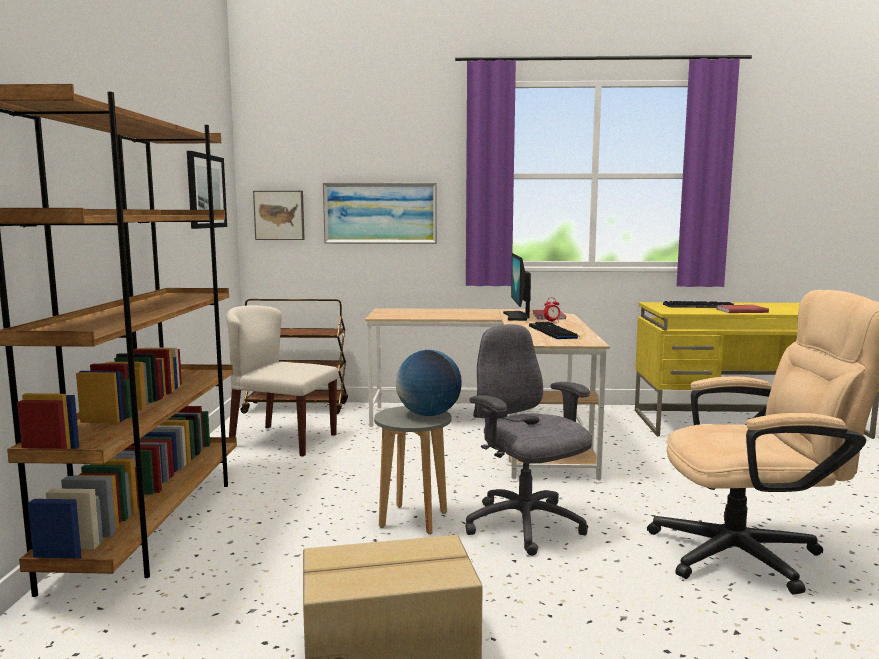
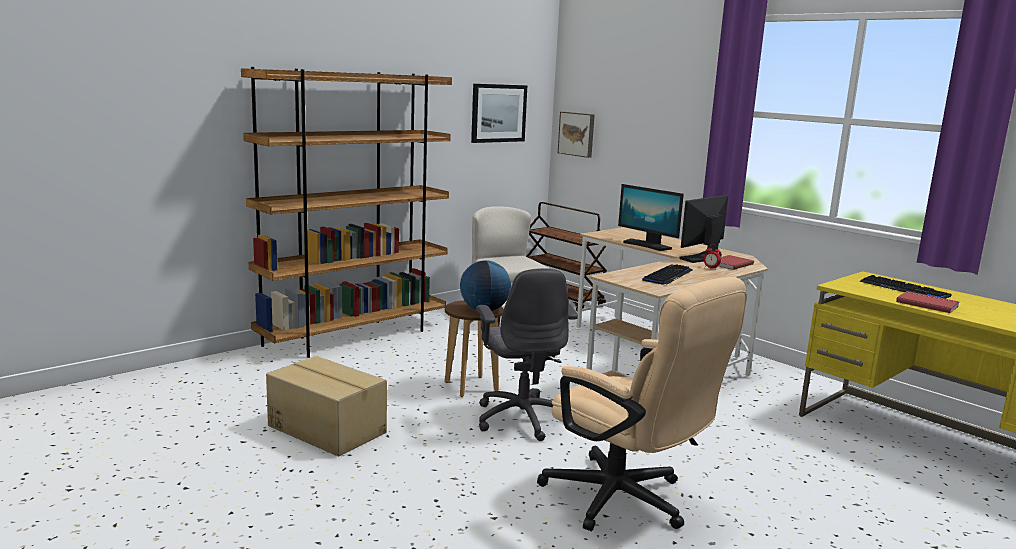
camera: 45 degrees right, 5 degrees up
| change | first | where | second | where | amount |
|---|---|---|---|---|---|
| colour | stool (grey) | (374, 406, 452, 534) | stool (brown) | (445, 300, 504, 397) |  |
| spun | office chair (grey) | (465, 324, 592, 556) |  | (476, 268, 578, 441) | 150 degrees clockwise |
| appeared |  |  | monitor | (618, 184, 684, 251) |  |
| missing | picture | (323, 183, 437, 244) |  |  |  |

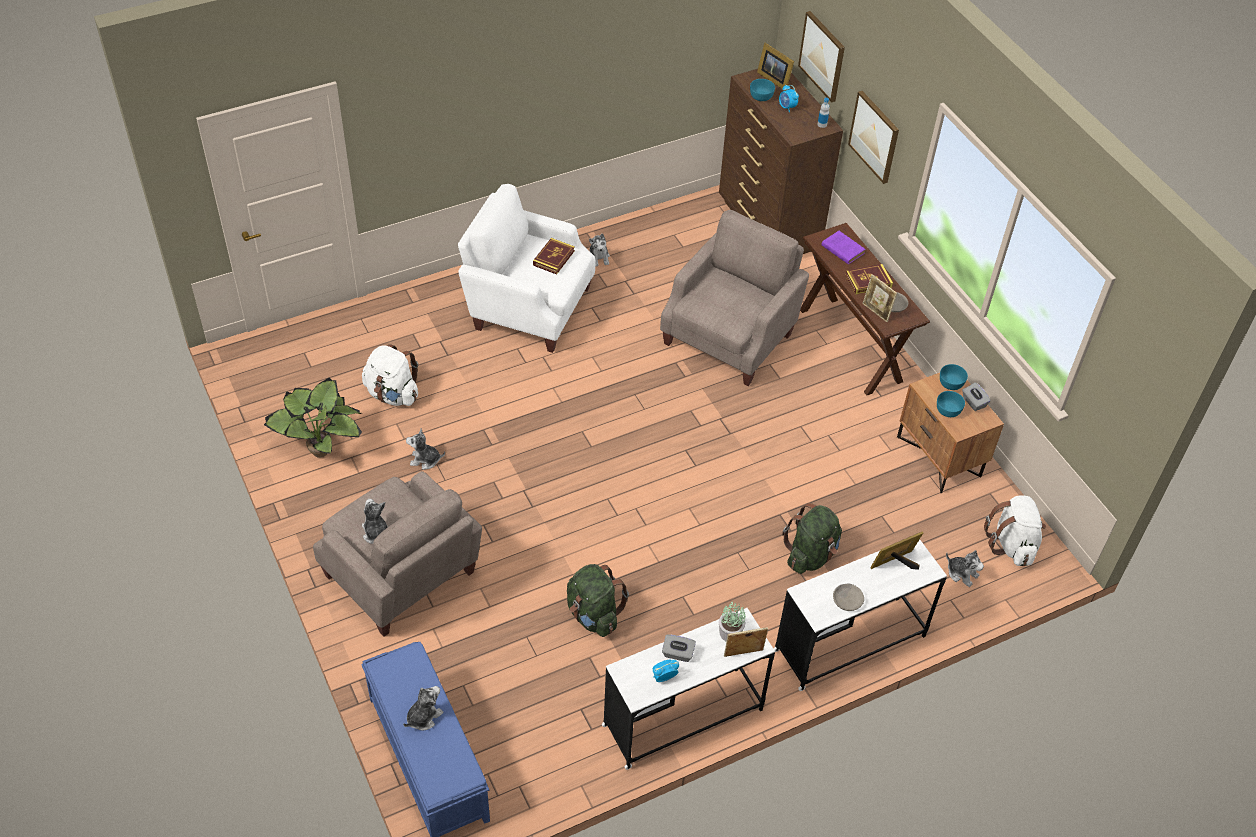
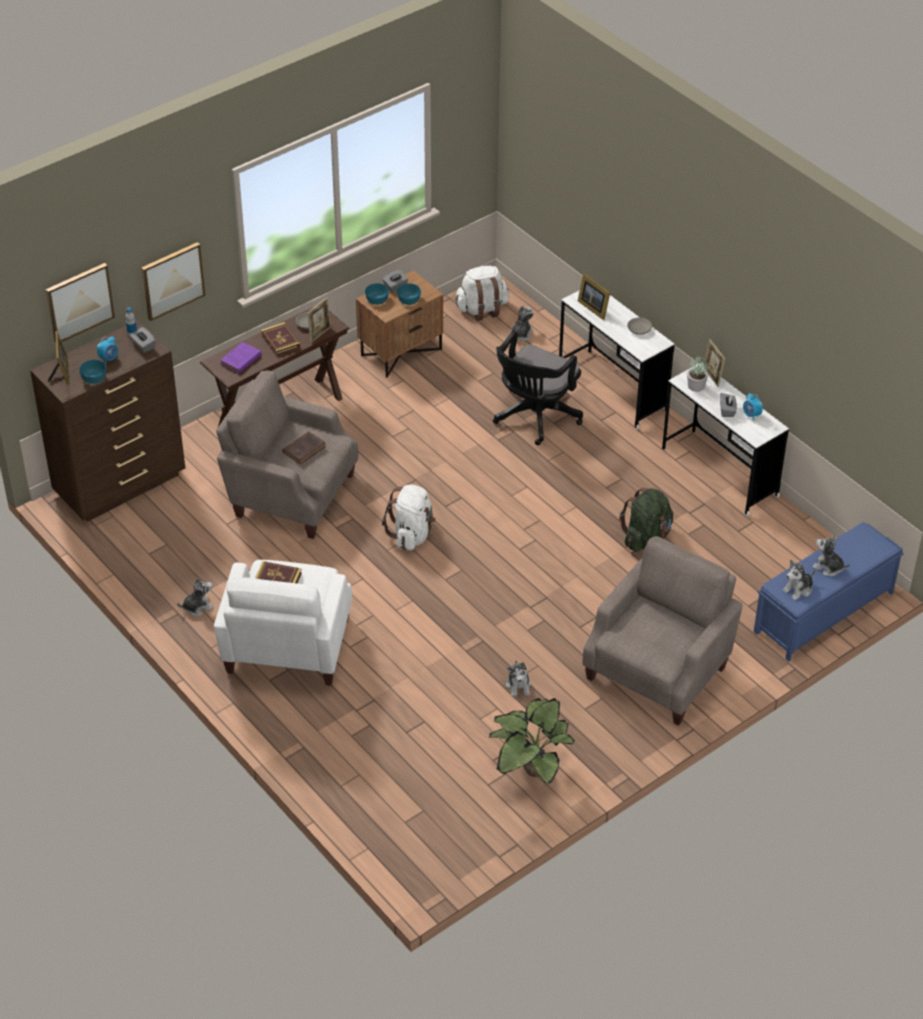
camera: 100 degrees left, 5 degrees down
| change | first | where | second | where | amount |
|---|---|---|---|---|---|
| spun | picture frame | (757, 43, 794, 91) |  | (48, 331, 69, 385) | 45 degrees counterclockwise |
| appeared |  |  | tissue box (grey) | (130, 327, 155, 353) |  |
| appeared |  |  | book (brown) | (283, 431, 326, 465) |  |
| relocated | backpack (white) | (362, 344, 418, 406) |  | (382, 485, 436, 550) |  |
| exchanged | backpack (green) | (782, 503, 842, 574) | office chair (black) | (493, 331, 583, 445) |  |
| relocated | plush toy | (362, 499, 388, 544) |  | (782, 560, 816, 601) |  |

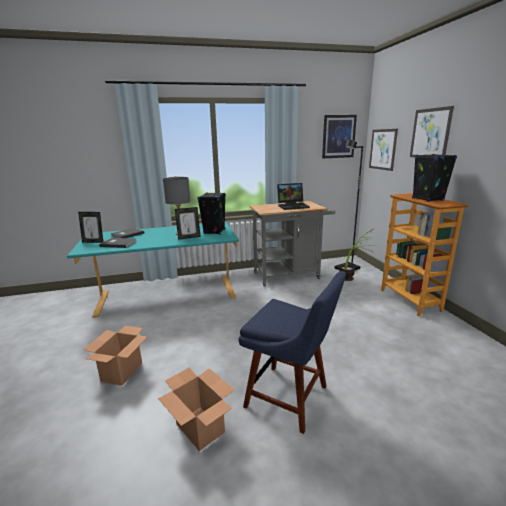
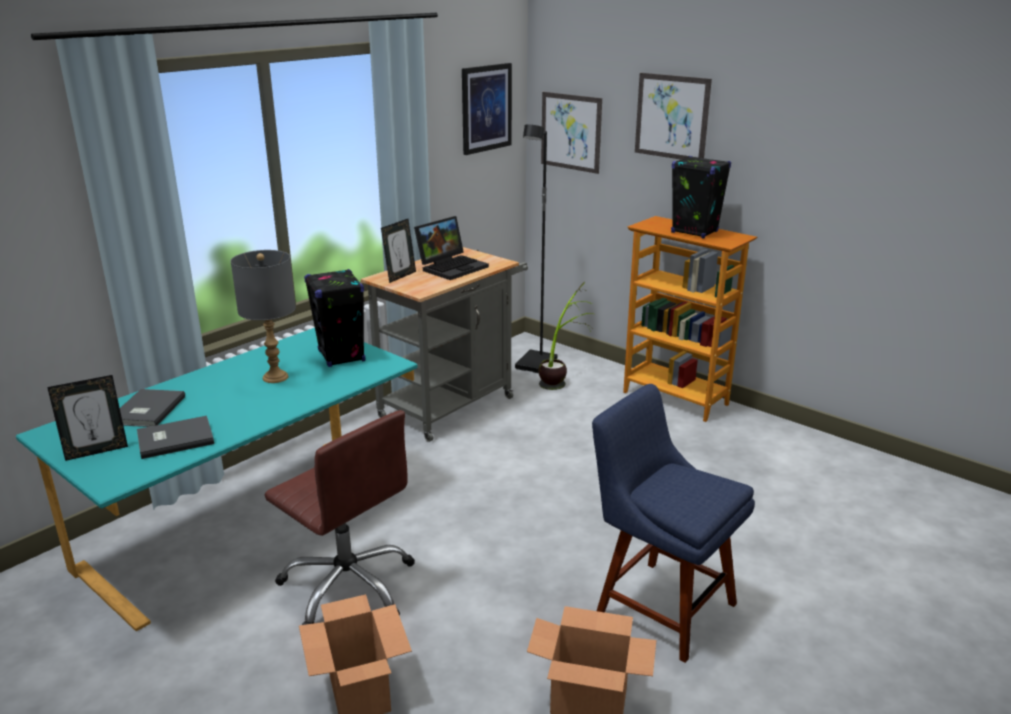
camera: 35 degrees left, 5 degrees up
| change | first | where | second | where | amount |
|---|---|---|---|---|---|
| appeared |  |  | office chair (brown) | (265, 410, 415, 625) |  |
| relocated | picture frame | (175, 207, 201, 240) |  | (381, 219, 416, 283) |  |
| spun | chair (blue) | (238, 271, 346, 434) |  | (592, 384, 755, 663) | 135 degrees counterclockwise |

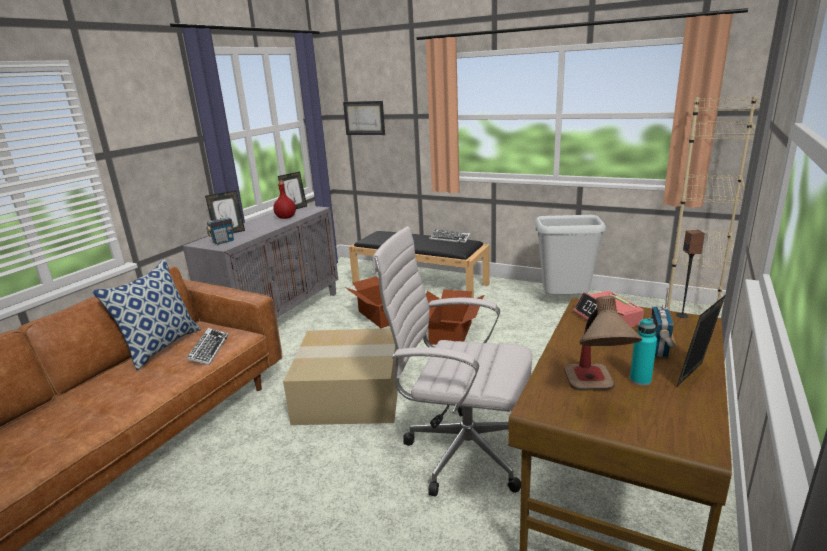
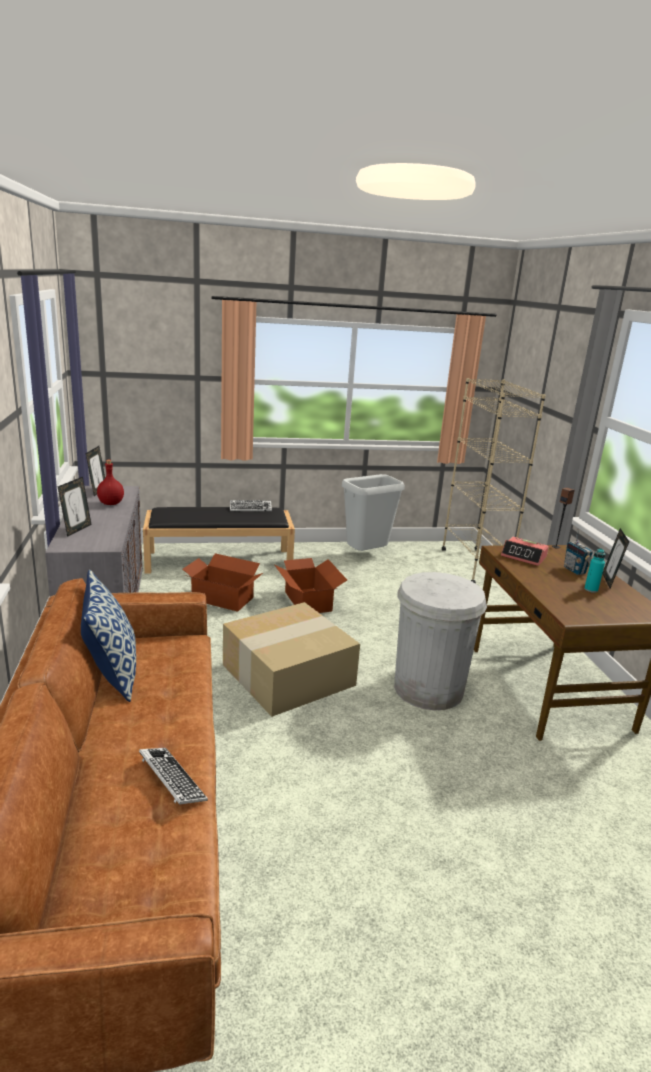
camera: 40 degrees left, 0 degrees up
| change | first | where | second | where | amount |
|---|---|---|---|---|---|
| relocated | keyboard | (186, 328, 228, 365) |  | (139, 748, 208, 805) |  |
| exchanged | office chair (white) | (372, 226, 532, 496) | trash can (white) | (394, 572, 487, 711) |  |
| missing | radio | (206, 209, 234, 245) |  |  |  |
| missing | picture | (343, 101, 385, 135) |  |  |  |
| missing | table lamp | (564, 296, 642, 390) |  |  |  |

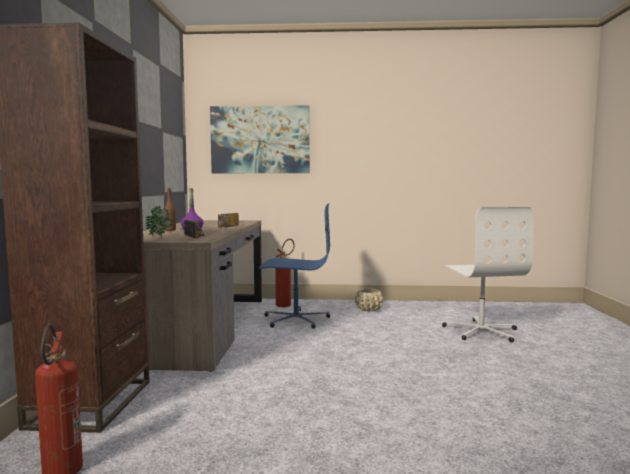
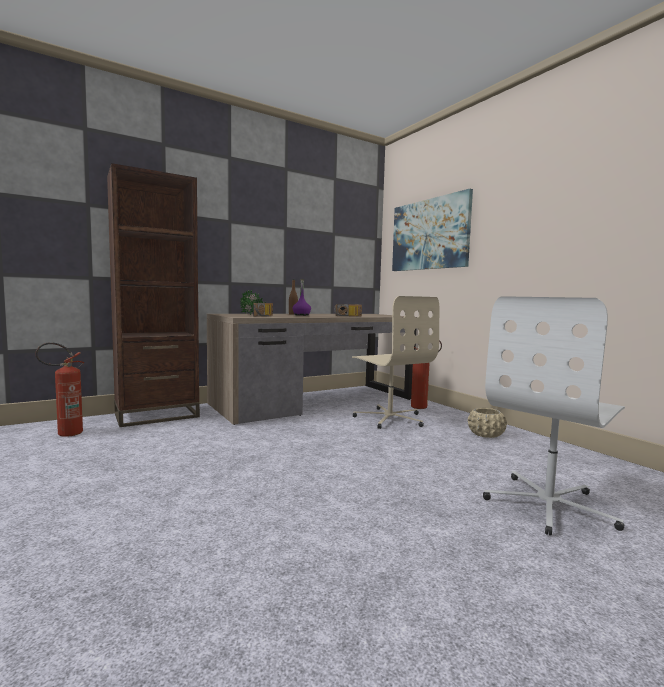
camera: 55 degrees right, 0 degrees up
| change | first | where | second | where | amount |
|---|---|---|---|---|---|
| colour | office chair (blue) | (259, 203, 330, 329) | office chair (beige) | (352, 296, 439, 429) |  |

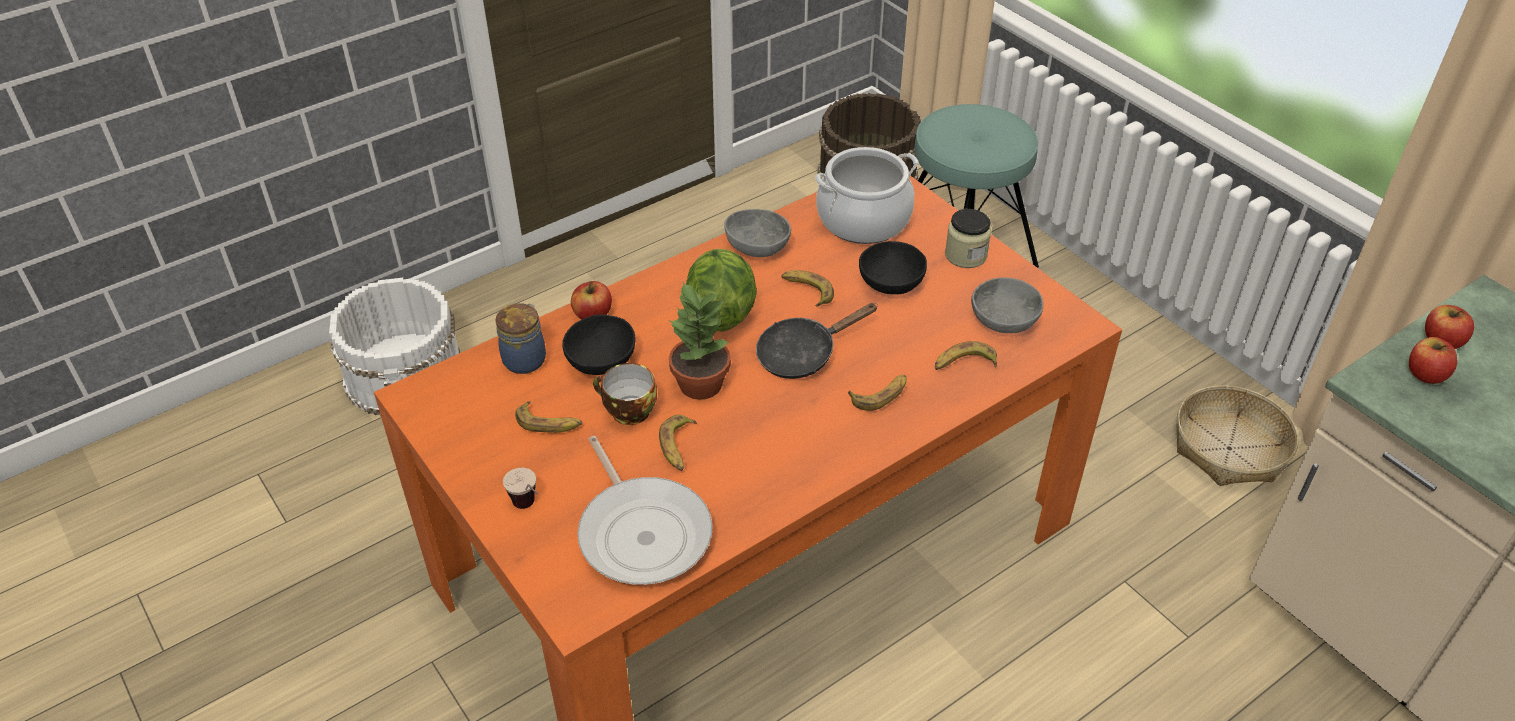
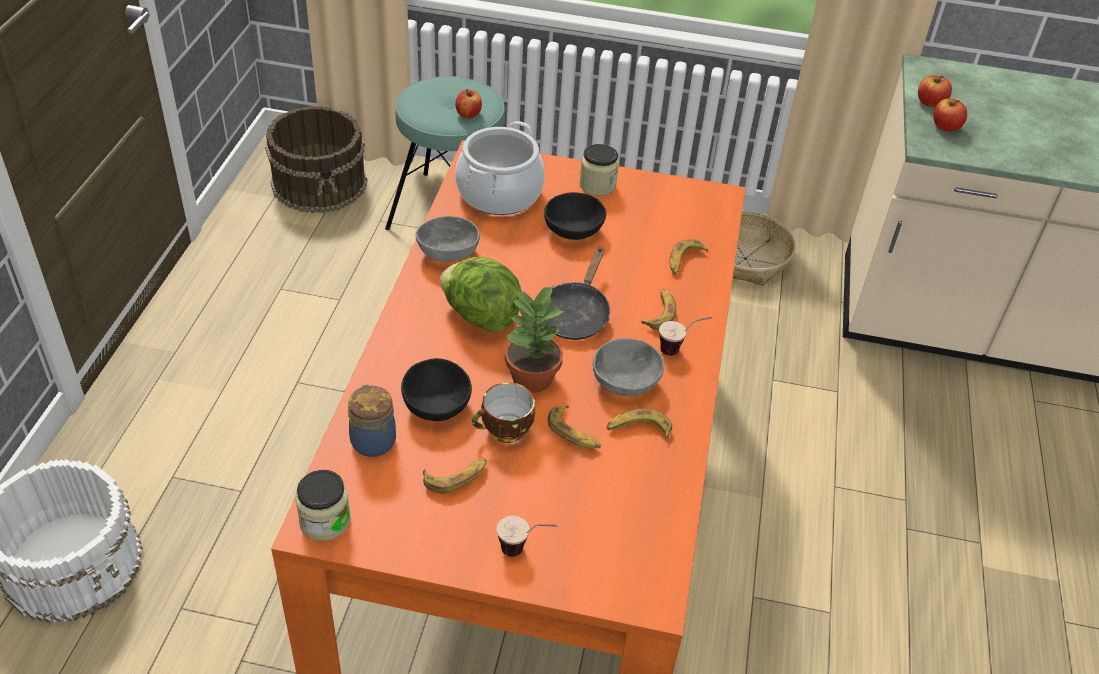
camera: 45 degrees left, 0 degrees up
| change | first | where | second | where | amount |
|---|---|---|---|---|---|
| appeared |  |  | jar | (295, 470, 351, 541) |  |
| relocated | apple | (571, 281, 612, 320) |  | (455, 89, 482, 118) |  |
| relocated | bowl (grey) | (971, 278, 1043, 333) |  | (593, 338, 664, 396) |  |
| relocated | banana | (782, 270, 834, 307) |  | (607, 409, 672, 440) |  |
| appeared |  |  | cup | (659, 317, 712, 356) |  |
| missing | frying pan | (577, 436, 713, 585) |  |  |  |

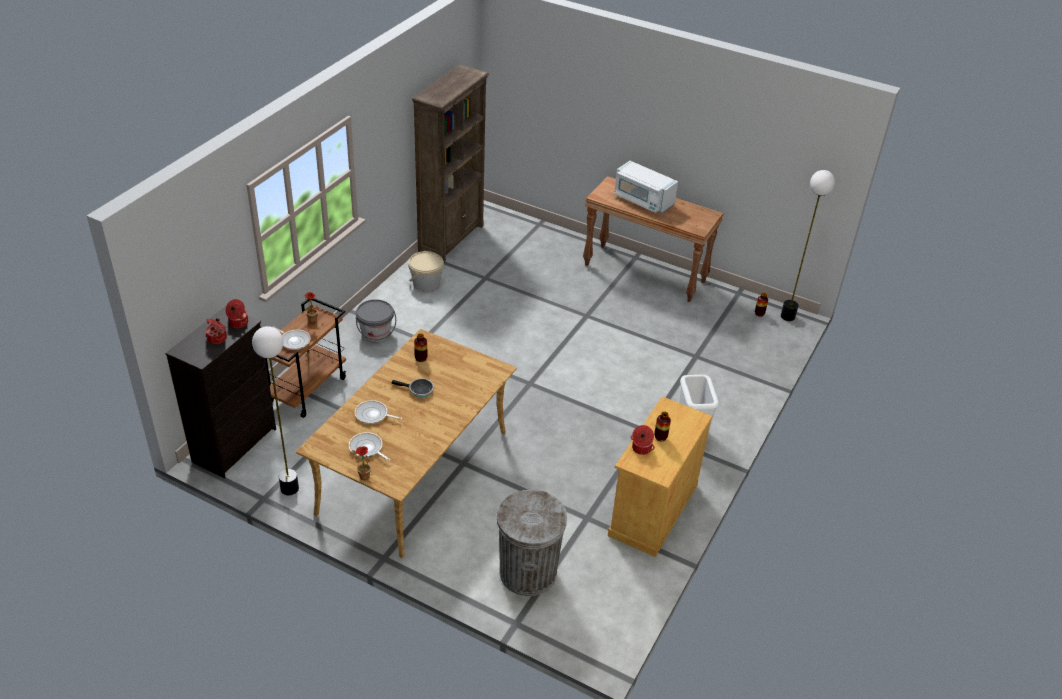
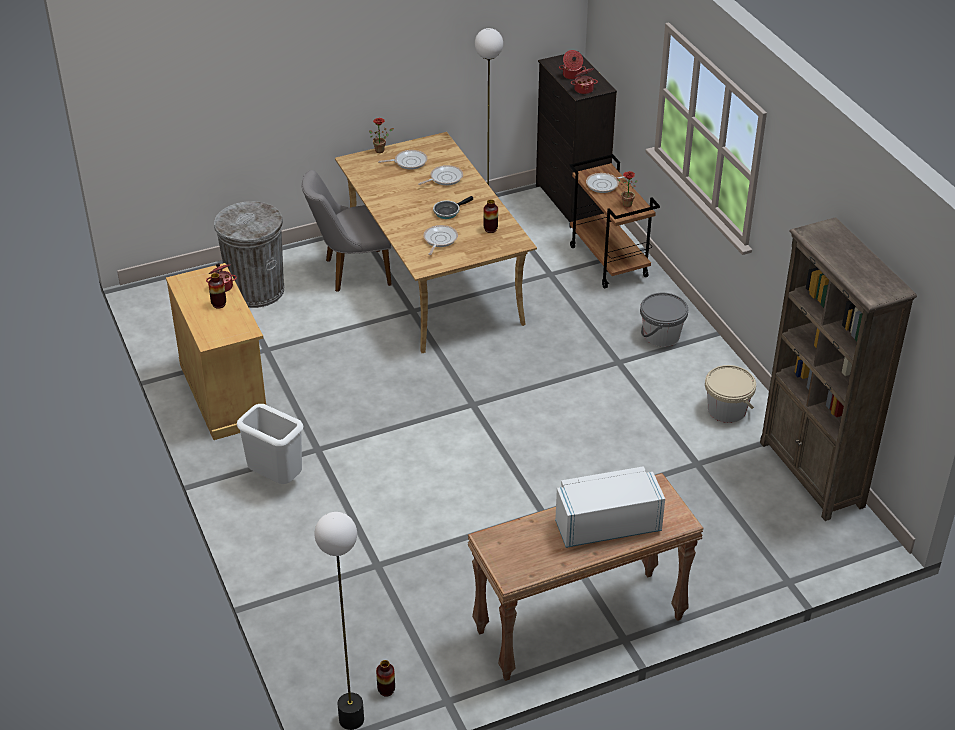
camera: 130 degrees right, 0 degrees up
| change | first | where | second | where | amount |
|---|---|---|---|---|---|
| appeared |  |  | chair (grey) | (301, 170, 392, 292) |  |
| appeared |  |  | frying pan | (423, 225, 458, 255) |  |

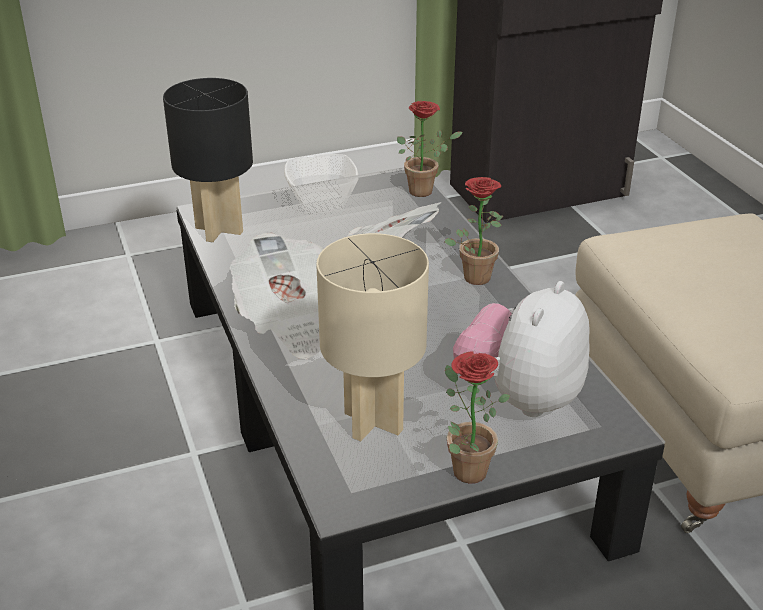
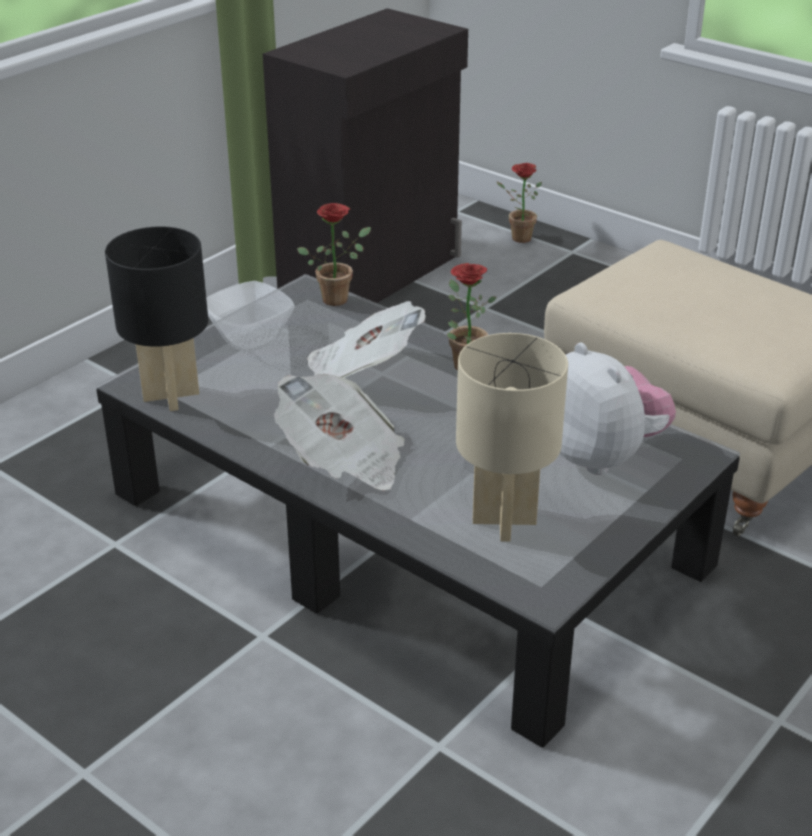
camera: 30 degrees left, 0 degrees up
| change | first | where | second | where | amount |
|---|---|---|---|---|---|
| relocated | potted plant | (445, 351, 510, 484) |  | (496, 163, 542, 243) |  |
| spun | plush toy | (453, 281, 590, 417) |  | (560, 343, 676, 475) | 150 degrees clockwise |

